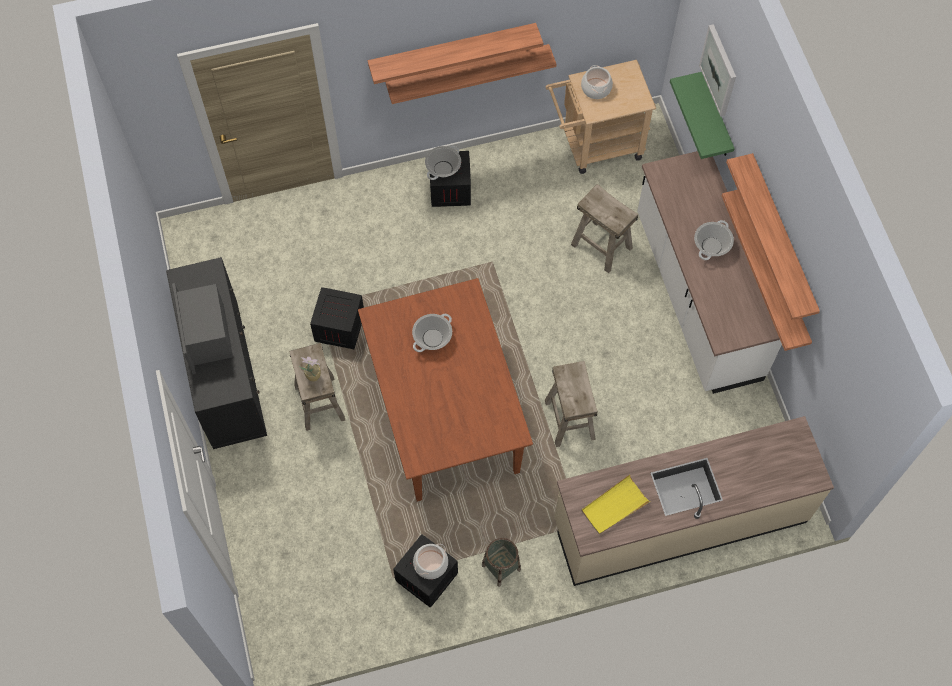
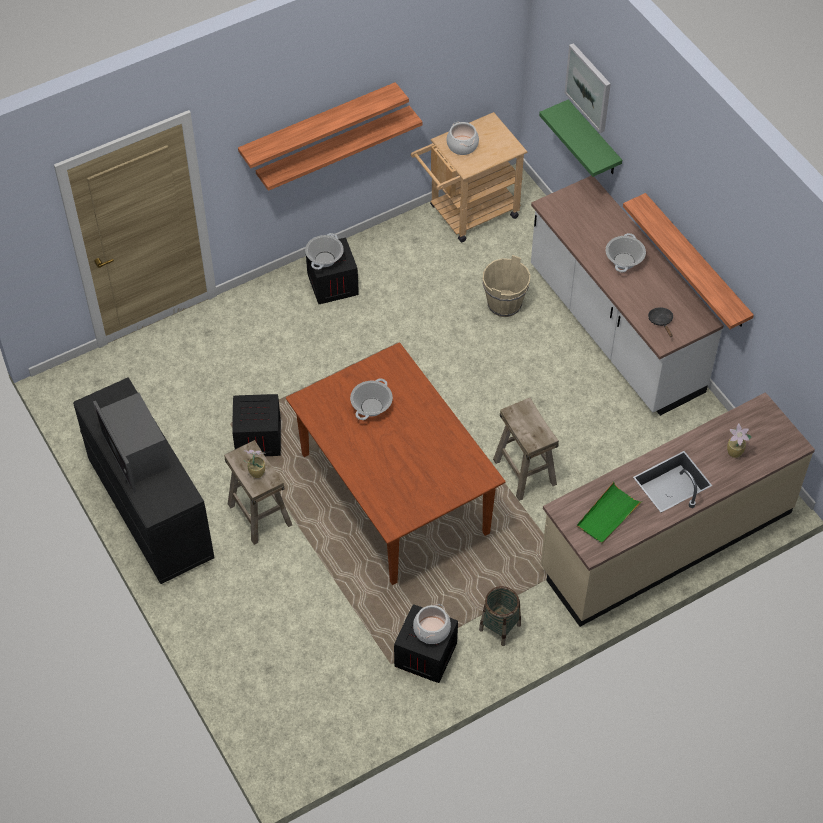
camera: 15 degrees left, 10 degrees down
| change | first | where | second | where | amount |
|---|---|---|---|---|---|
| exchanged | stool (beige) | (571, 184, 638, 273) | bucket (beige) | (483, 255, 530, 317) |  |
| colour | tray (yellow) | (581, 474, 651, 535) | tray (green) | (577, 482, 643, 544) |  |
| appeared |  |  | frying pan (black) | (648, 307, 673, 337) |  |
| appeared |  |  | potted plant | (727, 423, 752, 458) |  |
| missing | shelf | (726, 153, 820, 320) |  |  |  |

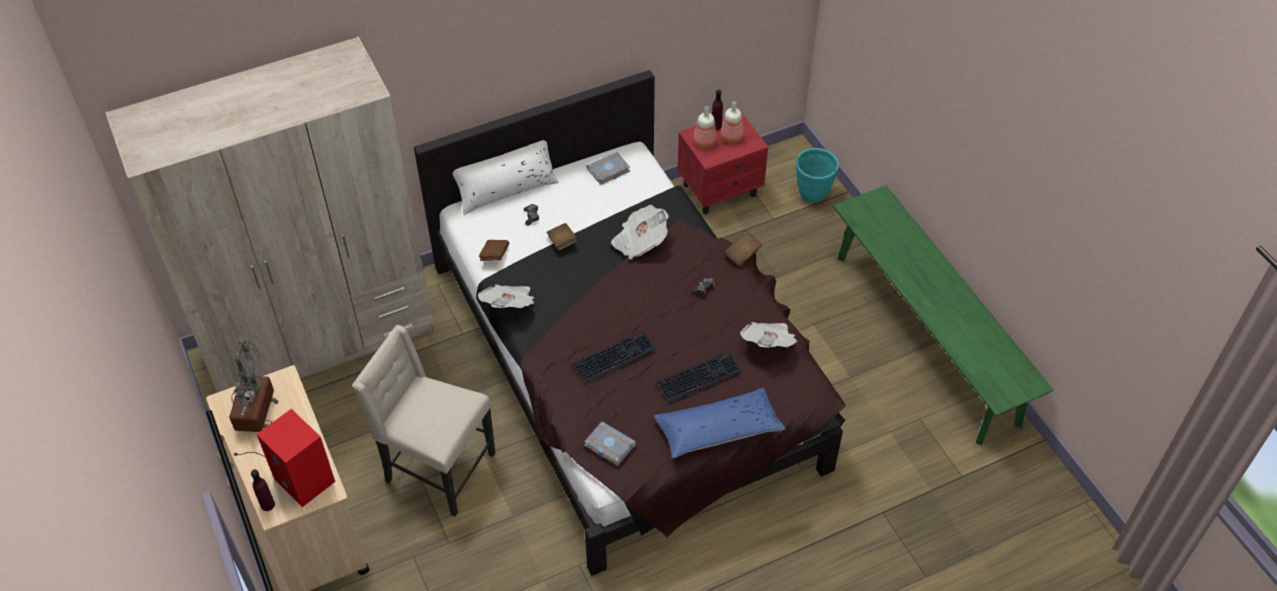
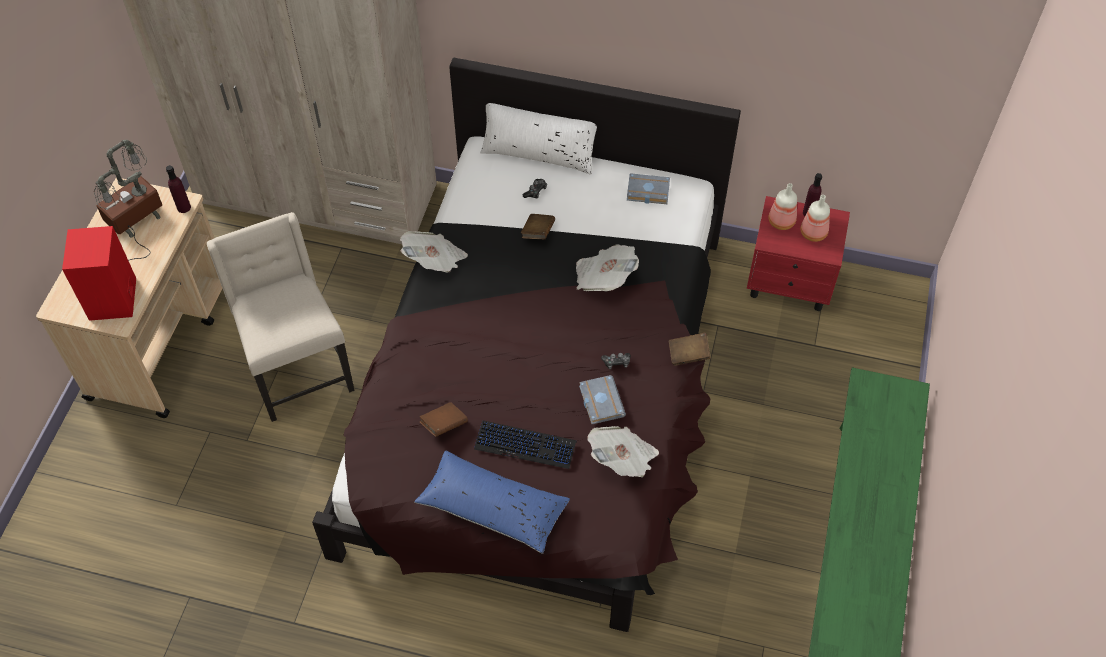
camera: 40 degrees right, 5 degrees up
| change | first | where | second | where | amount |
|---|---|---|---|---|---|
| relocated | bottle (purple) | (251, 469, 275, 511) |  | (166, 165, 191, 213) |  |
| relocated | book (brown) | (479, 240, 509, 261) |  | (420, 402, 468, 437) |  |
| relocated | book (grey) | (584, 422, 636, 466) |  | (579, 375, 626, 424) |  |
| missing | keyboard | (572, 331, 657, 384) |  |  |  |
| missing | planter (turquoise) | (796, 148, 839, 203) |  |  |  |

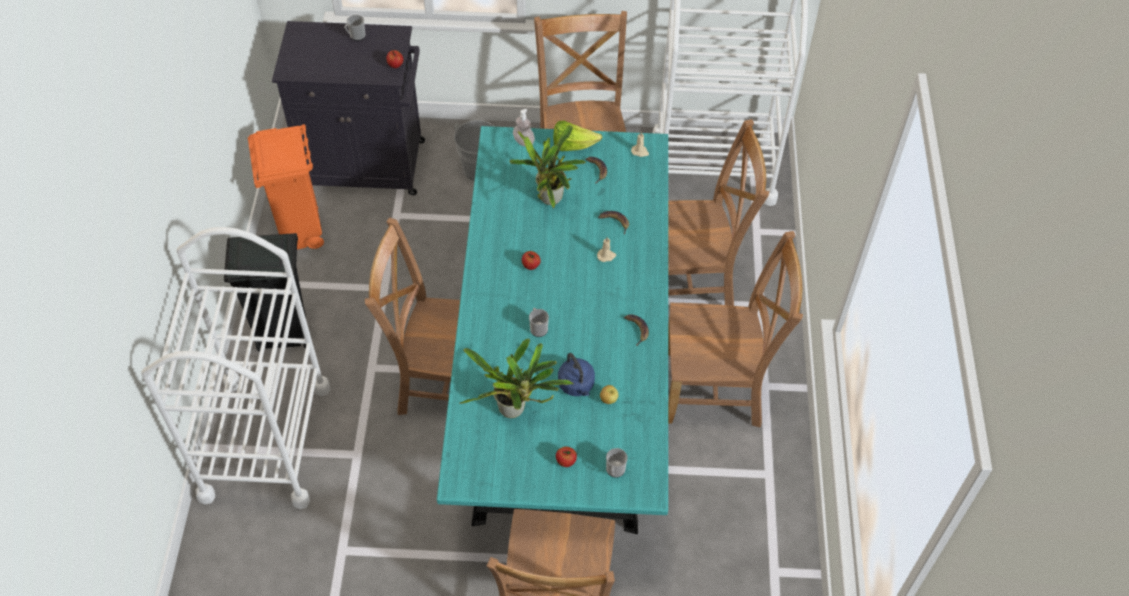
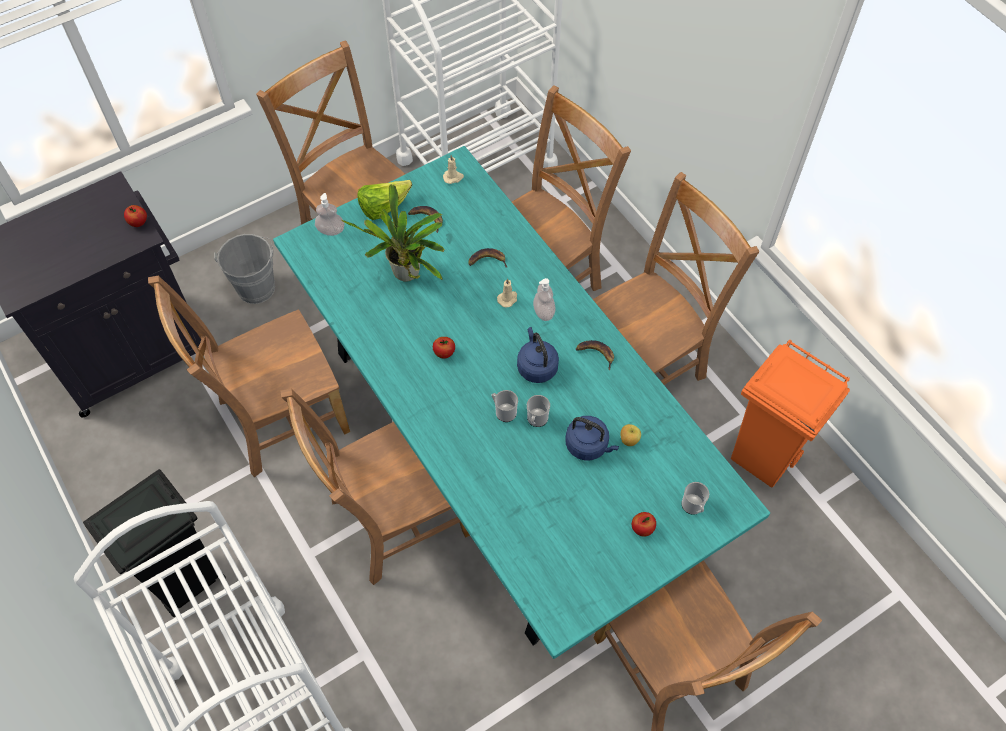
camera: 35 degrees left, 5 degrees up
| change | first | where | second | where | amount |
|---|---|---|---|---|---|
| appeared |  |  | chair (brown) | (148, 276, 350, 477) |  |
| appeared |  |  | kettle (blue) | (517, 327, 559, 383) |  |
| relocated | mug | (344, 15, 366, 41) |  | (527, 395, 550, 427) |  |
| appeared |  |  | soap dispenser | (533, 278, 556, 321) |  |
| relocated | trash can (orange) | (248, 124, 324, 250) |  | (731, 340, 850, 488) |  |
| missing | potted plant | (459, 339, 574, 418) |  |  |  |

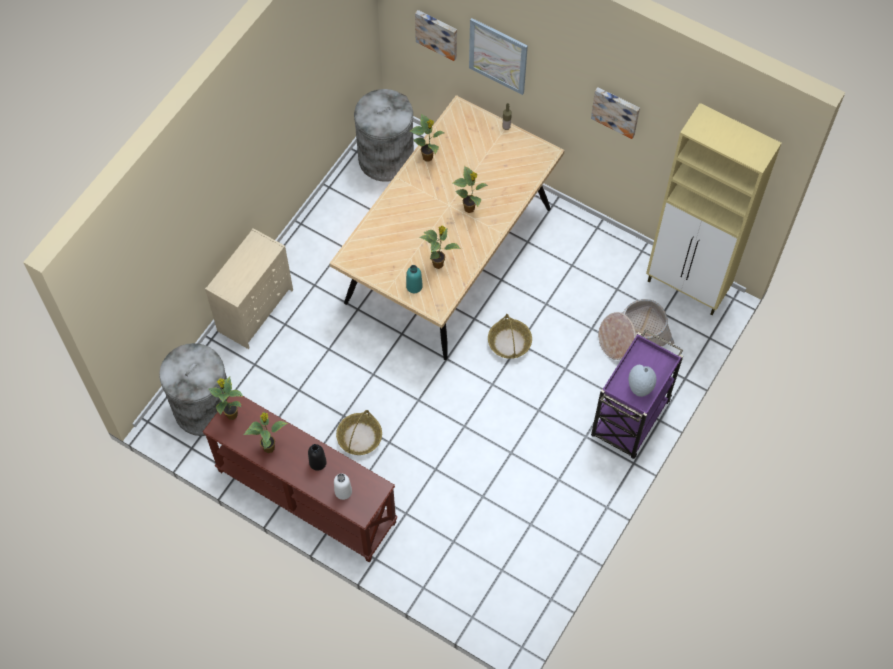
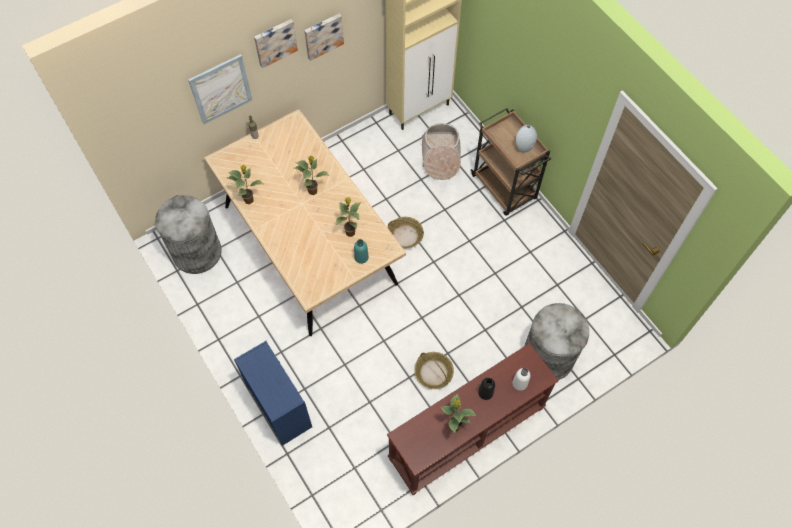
camera: 65 degrees left, 0 degrees up
| change | first | where | second | where | amount |
|---|---|---|---|---|---|
| colour | dresser (beige) | (205, 228, 293, 349) | dresser (blue) | (234, 341, 312, 446) |  |
| relocated | picture | (415, 10, 457, 61) |  | (254, 19, 298, 68) |  |
| colour | cart (purple) | (591, 330, 683, 459) | cart (brown) | (471, 108, 551, 216) |  |
| relocated | trash can (grey) | (159, 343, 228, 436) |  | (525, 303, 589, 380) |  |
| missing | potted plant | (208, 376, 244, 420) |  |  |  |

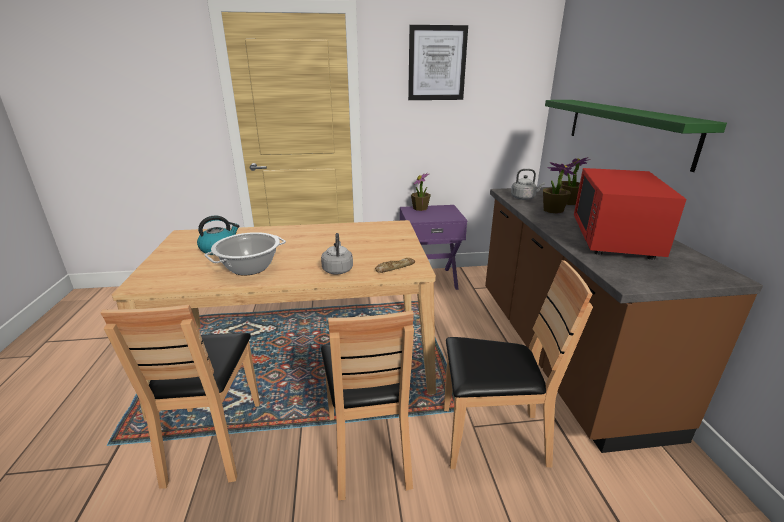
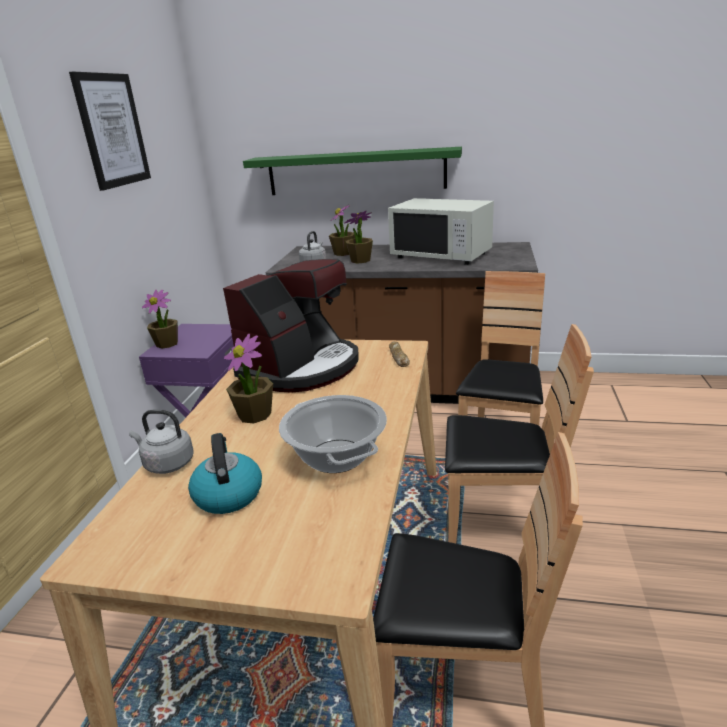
camera: 70 degrees left, 0 degrees up
| change | first | where | second | where | amount |
|---|---|---|---|---|---|
| relocated | kettle (grey) | (321, 233, 353, 274) |  | (129, 410, 193, 474) |  |
| appeared |  |  | coffee machine | (223, 259, 359, 393) |  |
| appeared |  |  | potted plant | (224, 334, 273, 423) |  |
| colour | microwave (red) | (574, 168, 686, 260) | microwave (white) | (388, 198, 494, 265) |  |

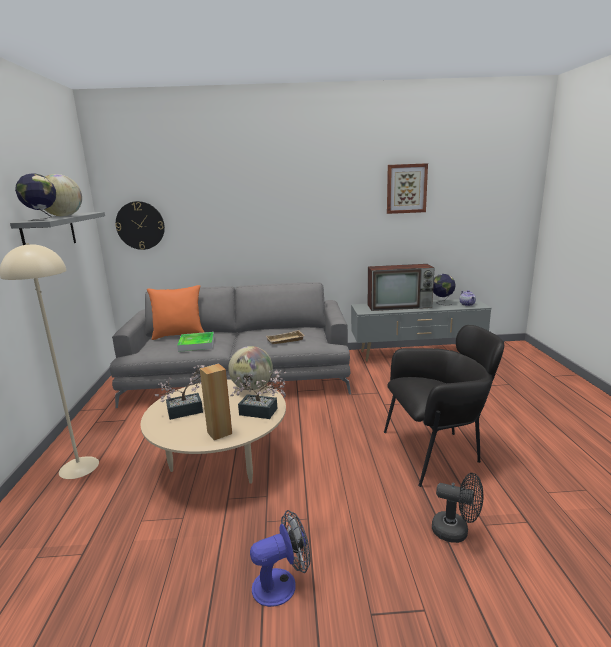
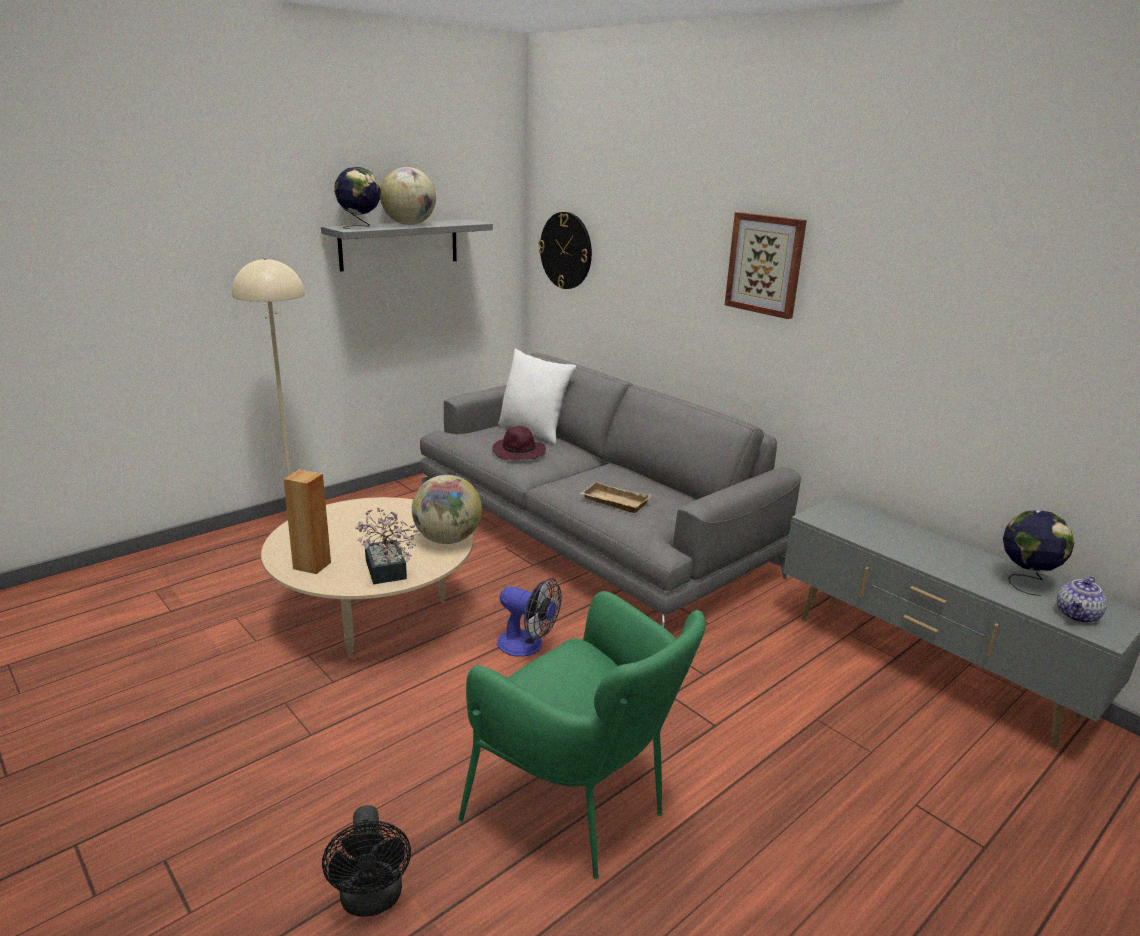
camera: 50 degrees right, 5 degrees up
| change | first | where | second | where | amount |
|---|---|---|---|---|---|
| colour | armchair (black) | (384, 325, 504, 487) | armchair (green) | (458, 591, 706, 879) |  |
| exchanged | tray | (177, 332, 214, 352) | hat (purple) | (492, 426, 546, 460) |  |
| relocated | fan | (250, 510, 311, 607) |  | (497, 578, 562, 657) |  |
| colour | pillow (orange) | (147, 285, 204, 340) | pillow (white) | (498, 348, 576, 445) |  |
| relocated | picture | (387, 163, 428, 214) |  | (725, 212, 807, 319) |  |
| missing | potted plant | (155, 365, 205, 420) |  |  |  |
| missing | television | (368, 264, 434, 311) |  |  |  |

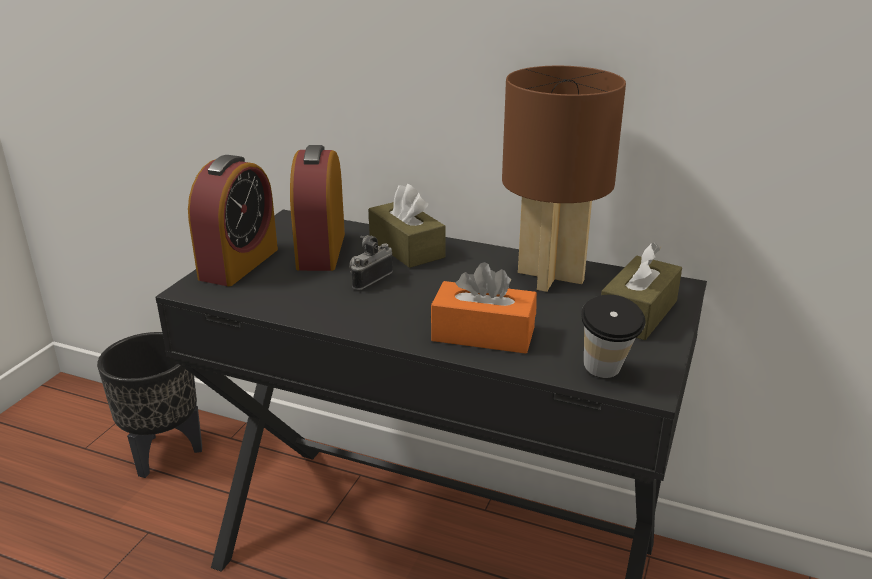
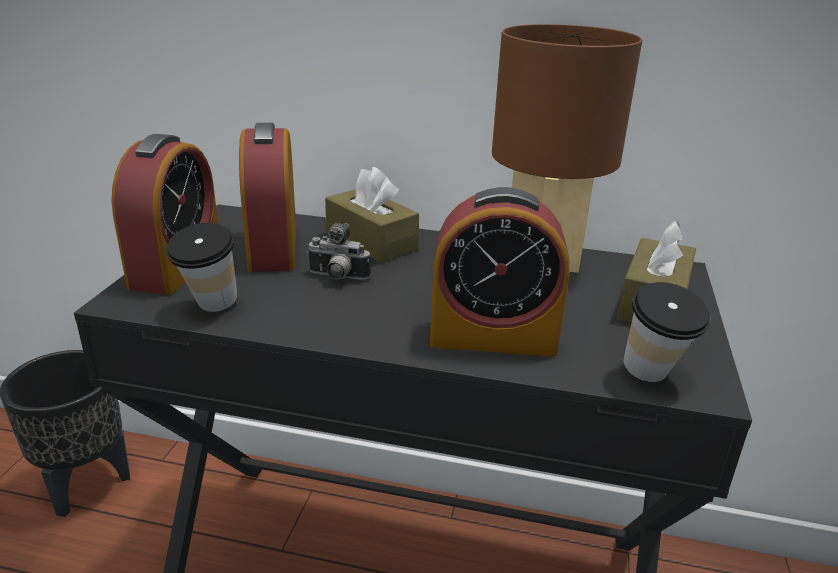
camera: 10 degrees left, 0 degrees up
| change | first | where | second | where | amount |
|---|---|---|---|---|---|
| appeared |  |  | cup | (165, 223, 237, 312) |  |
| spun | photo camera | (349, 235, 393, 290) |  | (307, 223, 371, 280) | 105 degrees counterclockwise |
| exchanged | tissue box (orange) | (431, 262, 537, 354) | alarm clock | (430, 187, 570, 357) |  |

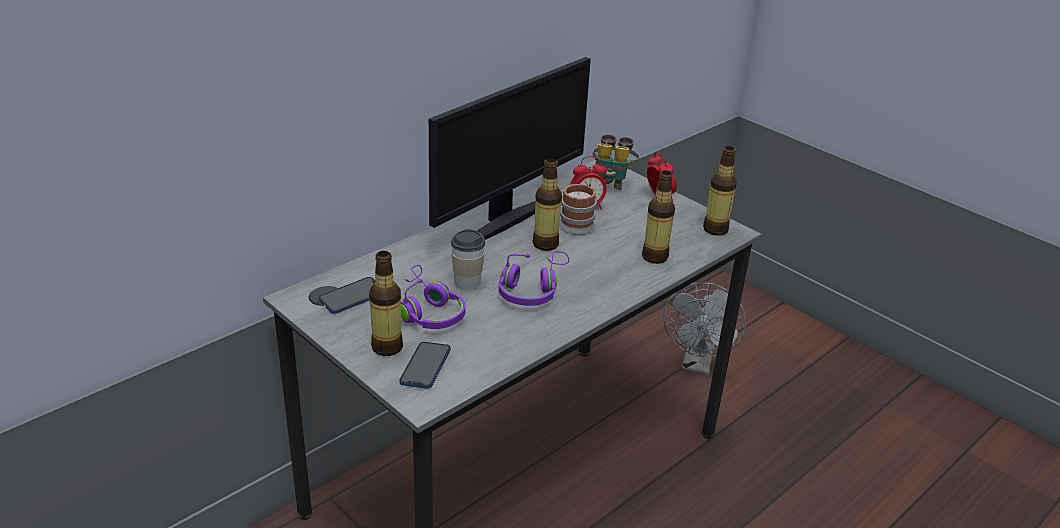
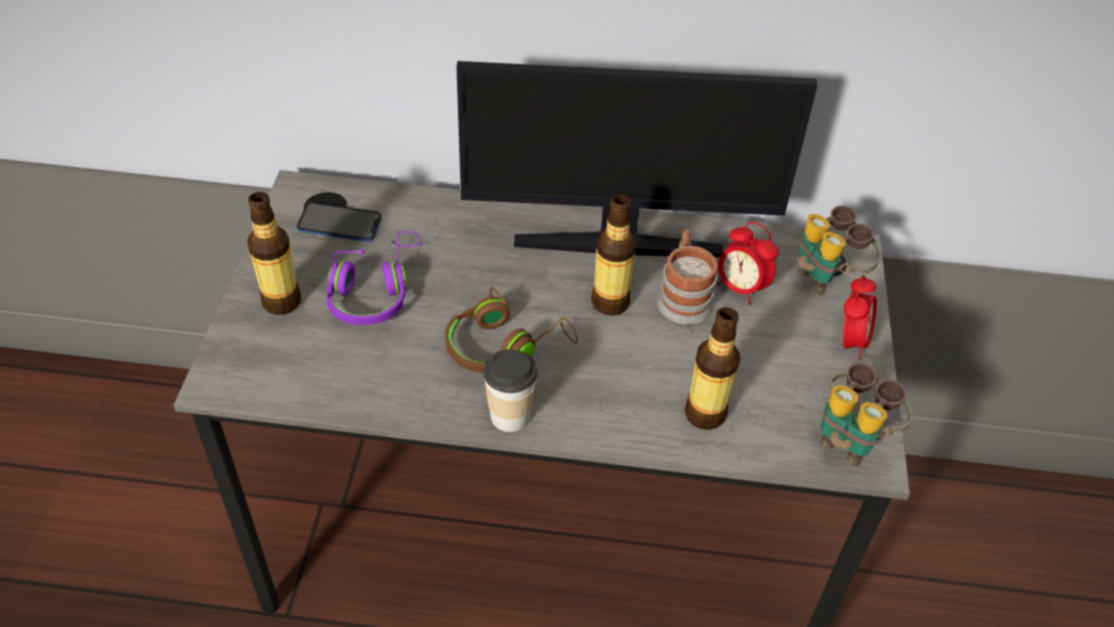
camera: 50 degrees right, 15 degrees up
| change | first | where | second | where | amount |
|---|---|---|---|---|---|
| colour | headphones (purple) | (499, 251, 569, 306) | headphones (brown) | (445, 287, 578, 373) |  |
| relocated | cup | (451, 229, 486, 290) |  | (483, 349, 537, 432) |  |
| exchanged | bottle | (703, 146, 737, 236) | binoculars | (820, 362, 912, 467) |  |
| missing | phone | (399, 342, 451, 389) |  |  |  |
| missing | fan (grey) | (664, 282, 746, 375) |  |  |  |

